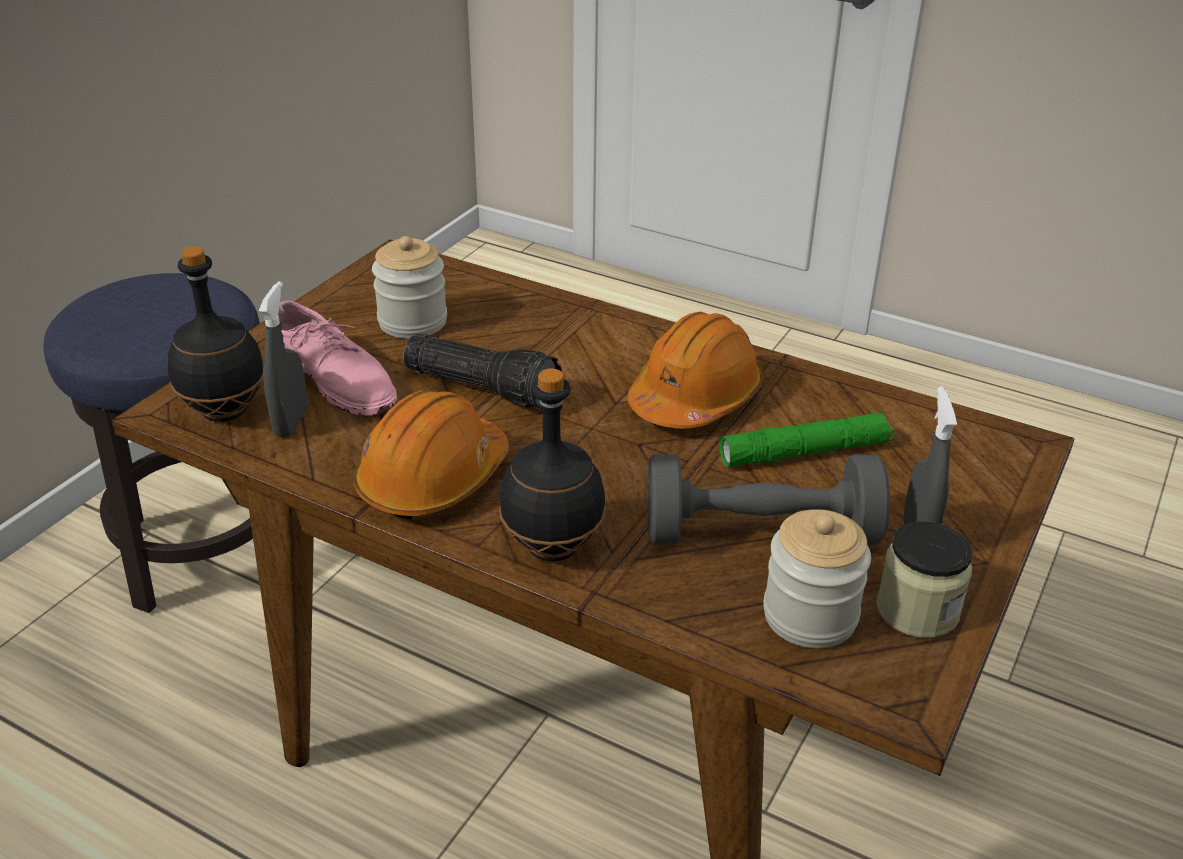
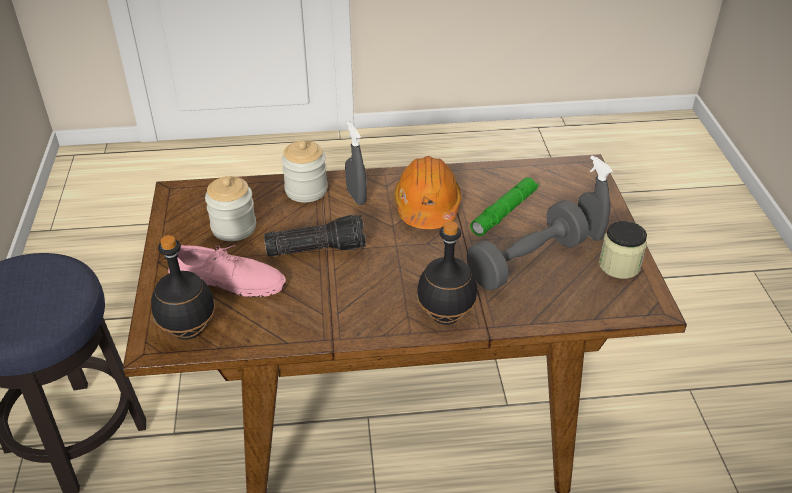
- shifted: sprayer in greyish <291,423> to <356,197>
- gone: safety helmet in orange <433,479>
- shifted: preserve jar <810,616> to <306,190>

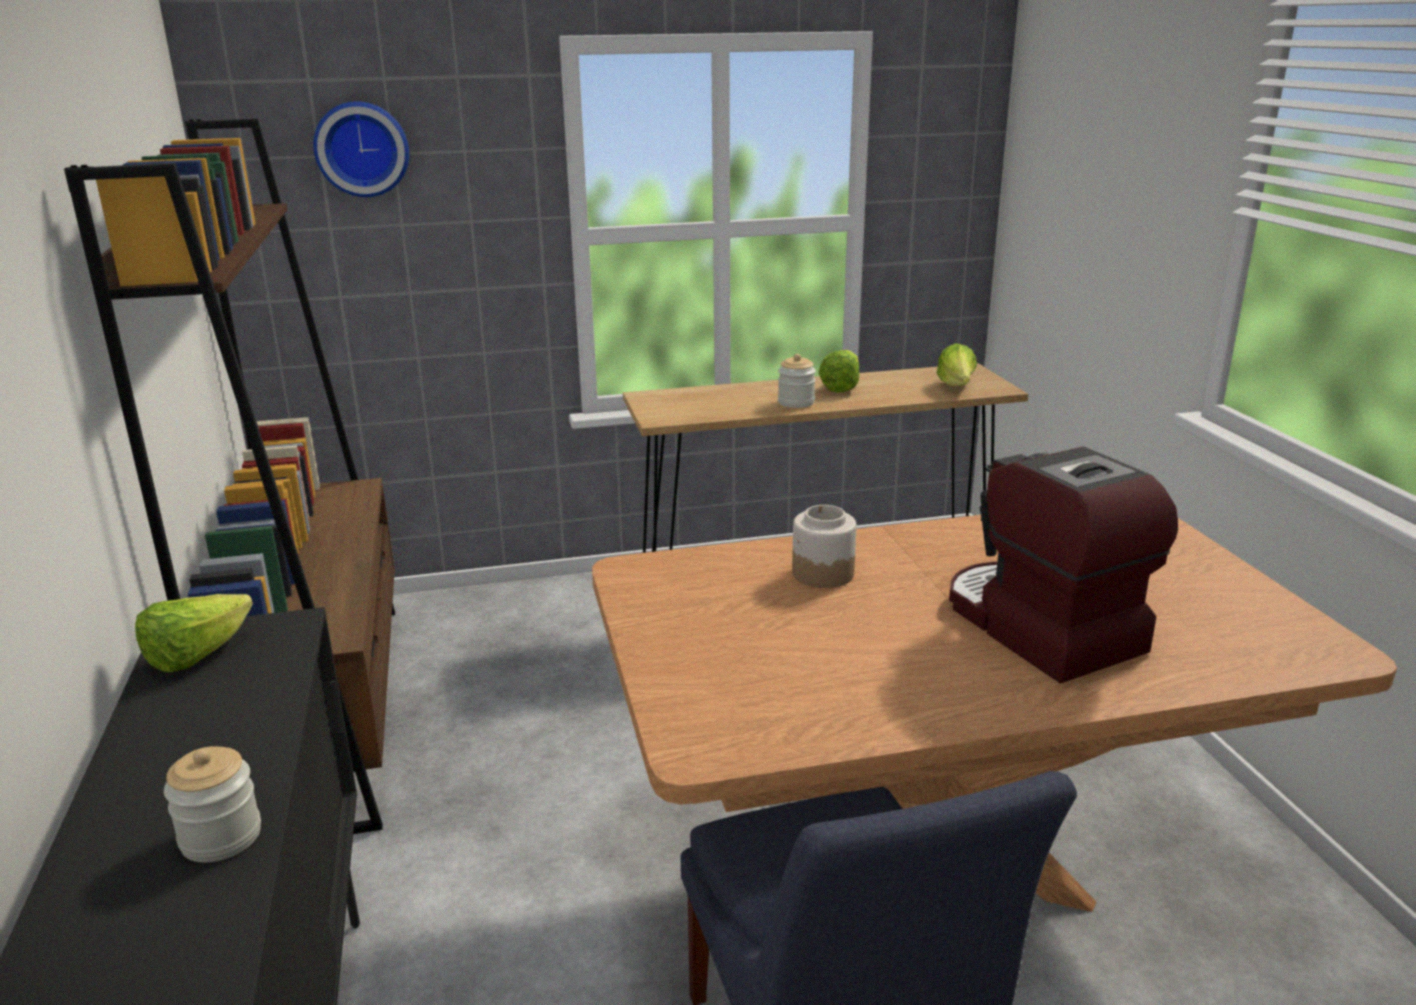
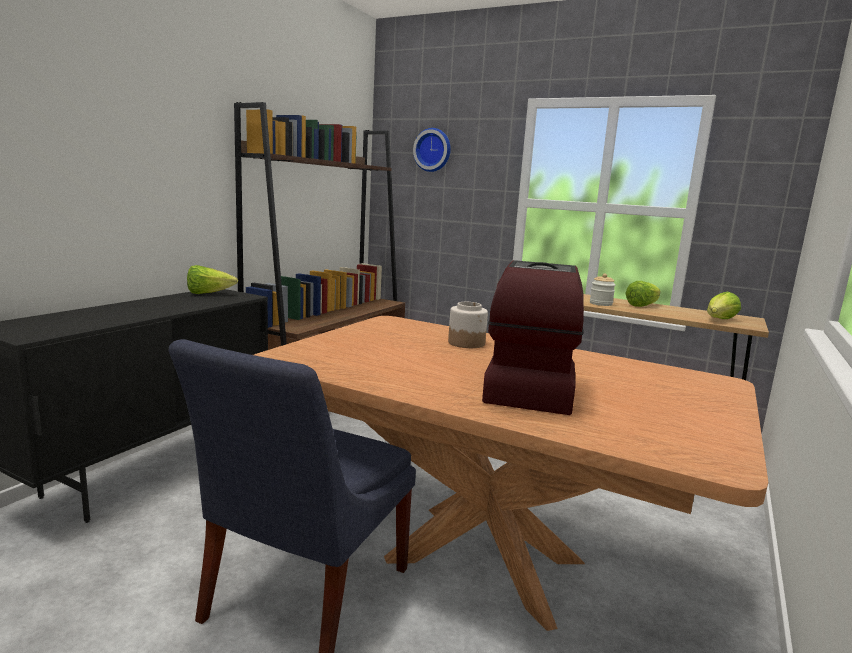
- gone: preserve jar <221,837>

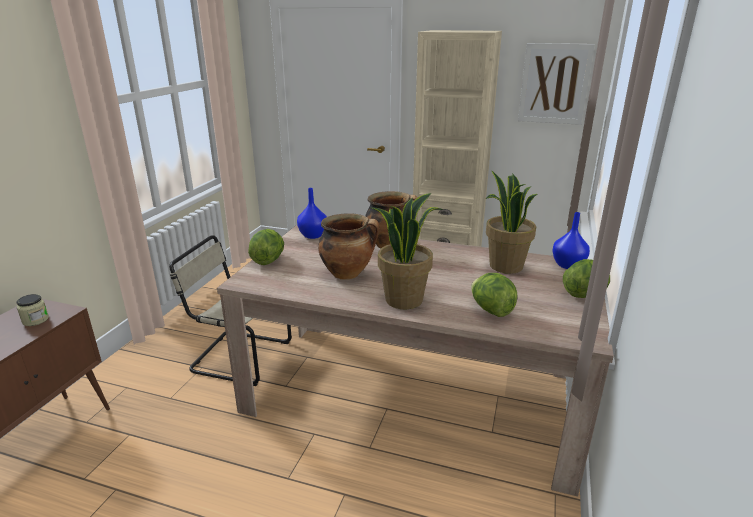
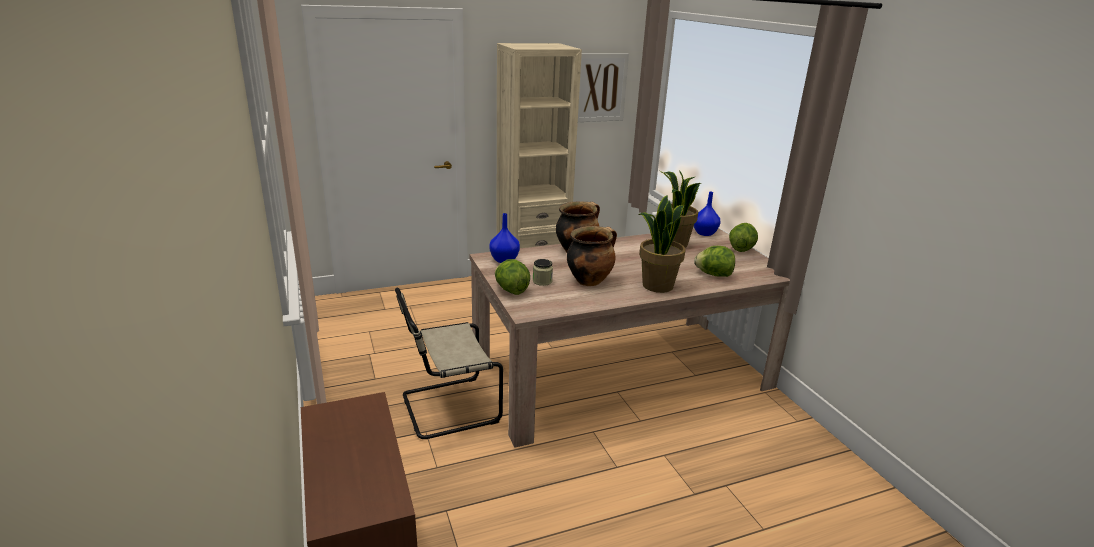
- shifted: preserve jar <35,320> to <542,281>

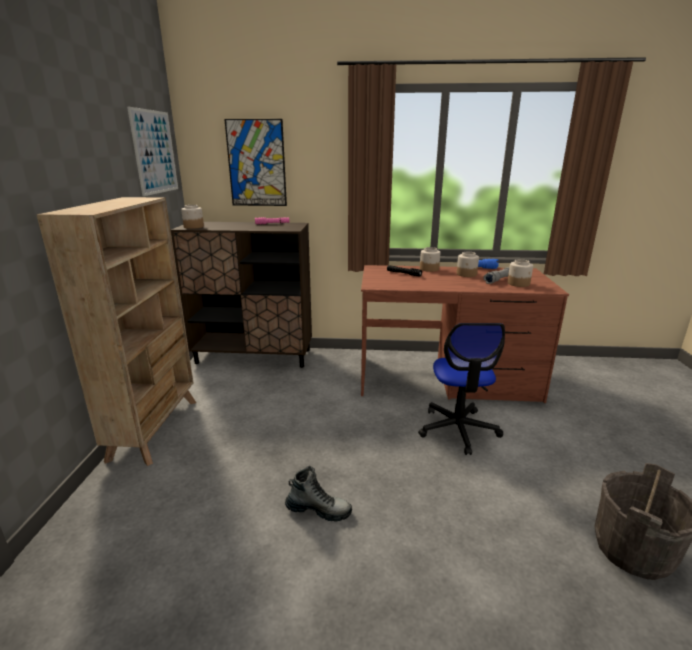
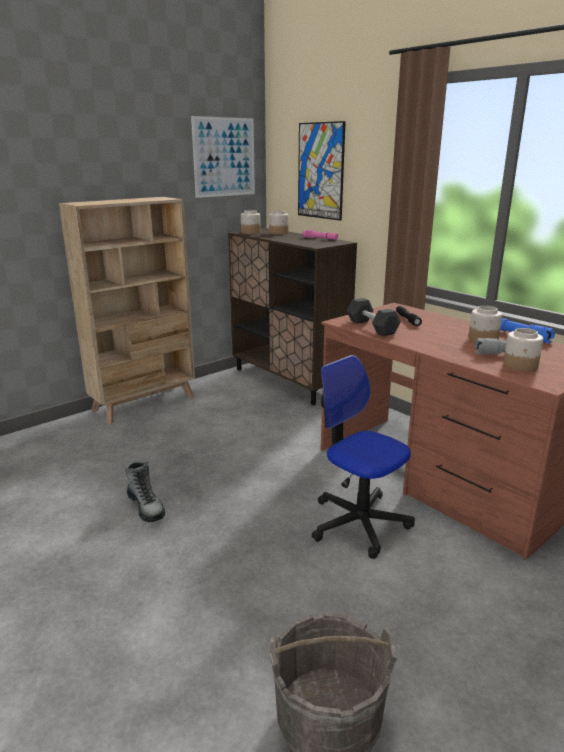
- shifted: preserve jar <429,269> to <279,233>
- rotated: computer chair <458,429> = <359,523> 90 degrees clockwise
- new: dumbbell in greyish <372,327>

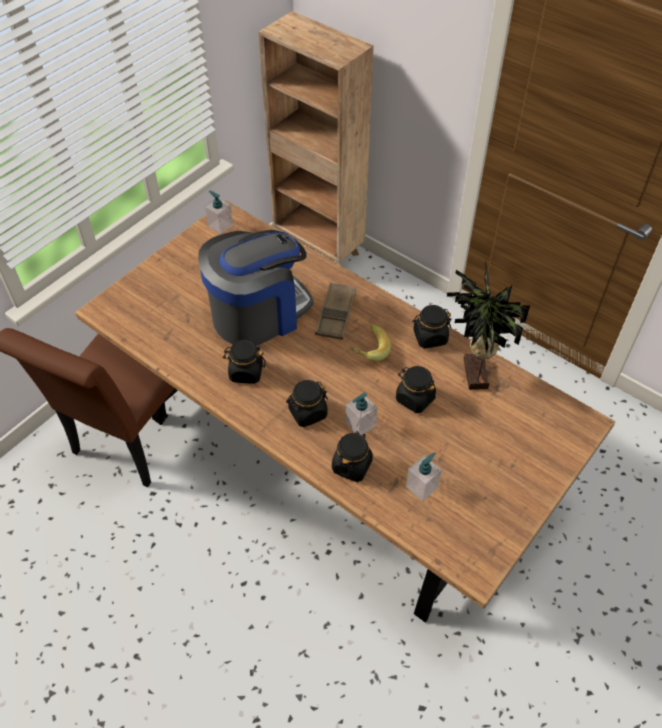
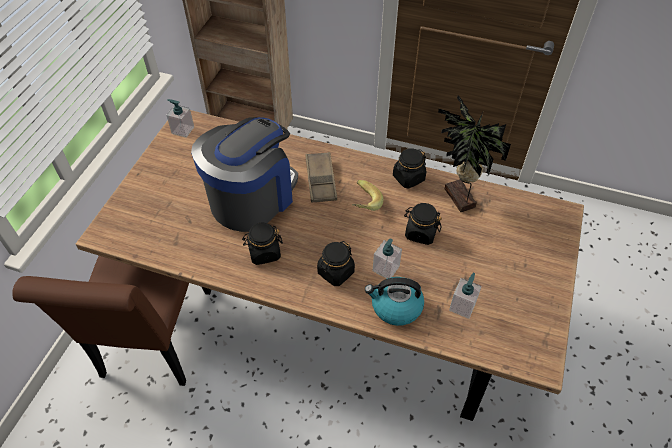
- swapped: preserve jar in black-coloured <352,465> to kettle <395,307>

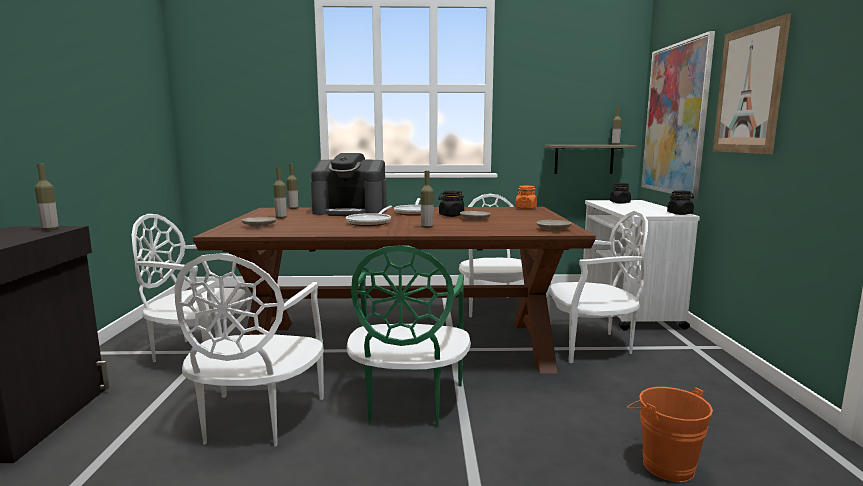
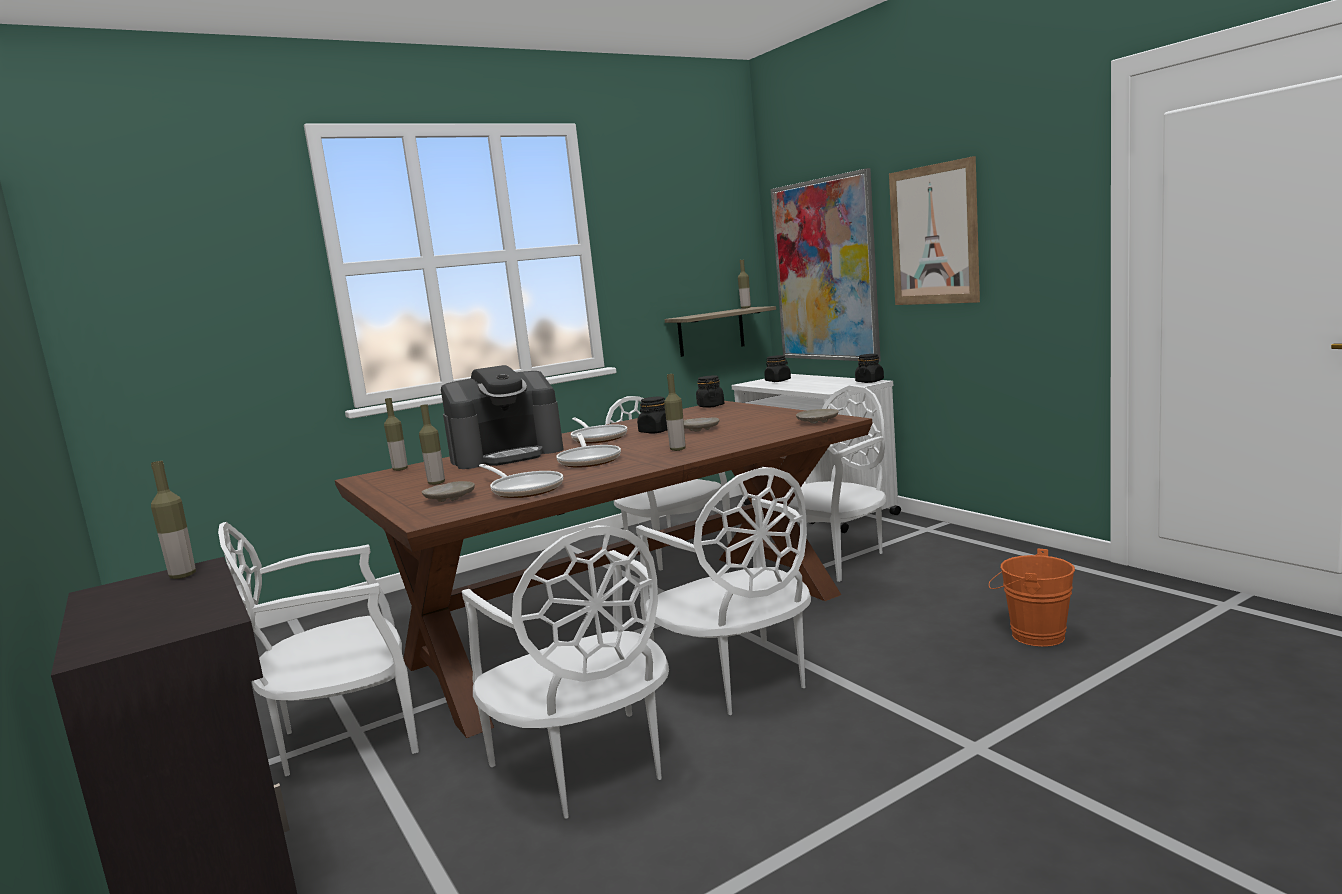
- repainted: preserve jar in orange <526,208> to preserve jar in black-coloured <710,406>
- repainted: plain chair in greenish <408,403> to plain chair in white <738,679>
- new: pan <524,489>

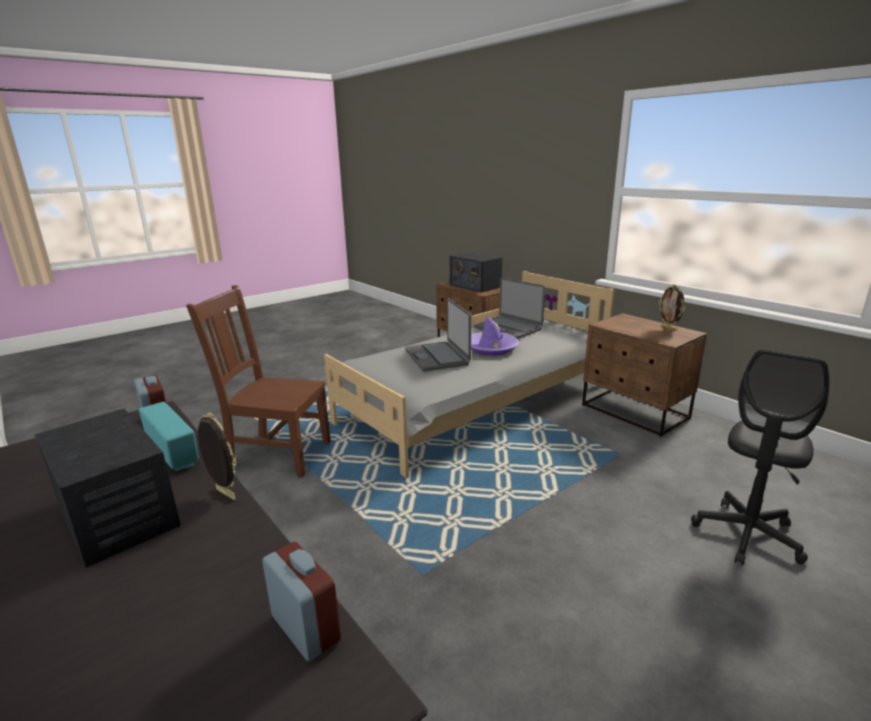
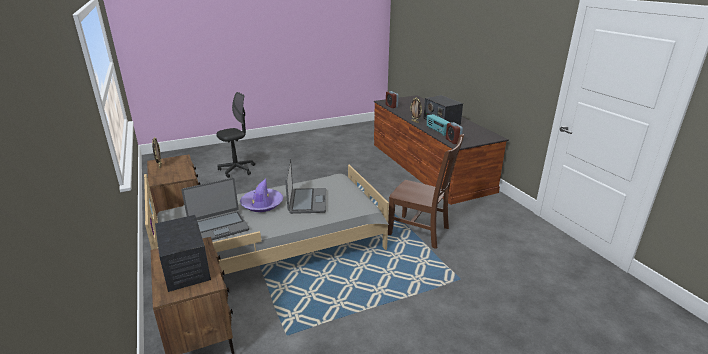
- rotated: notebook computer <508,328> = <218,227> 90 degrees clockwise

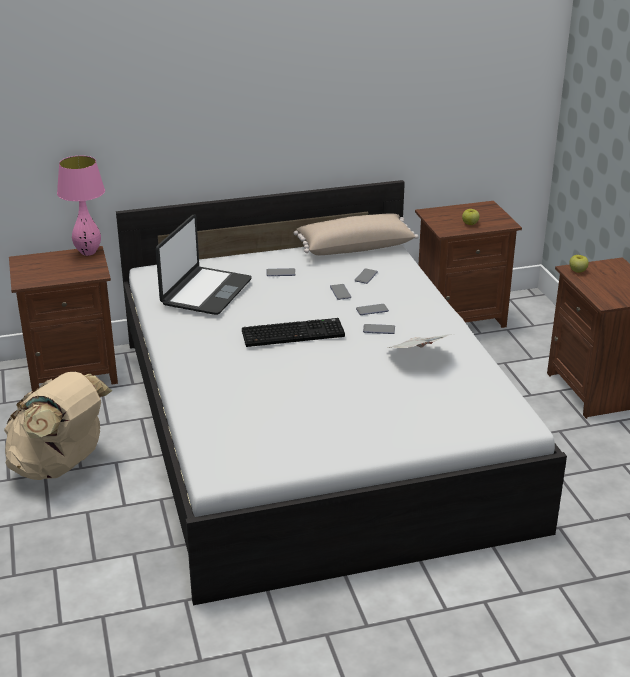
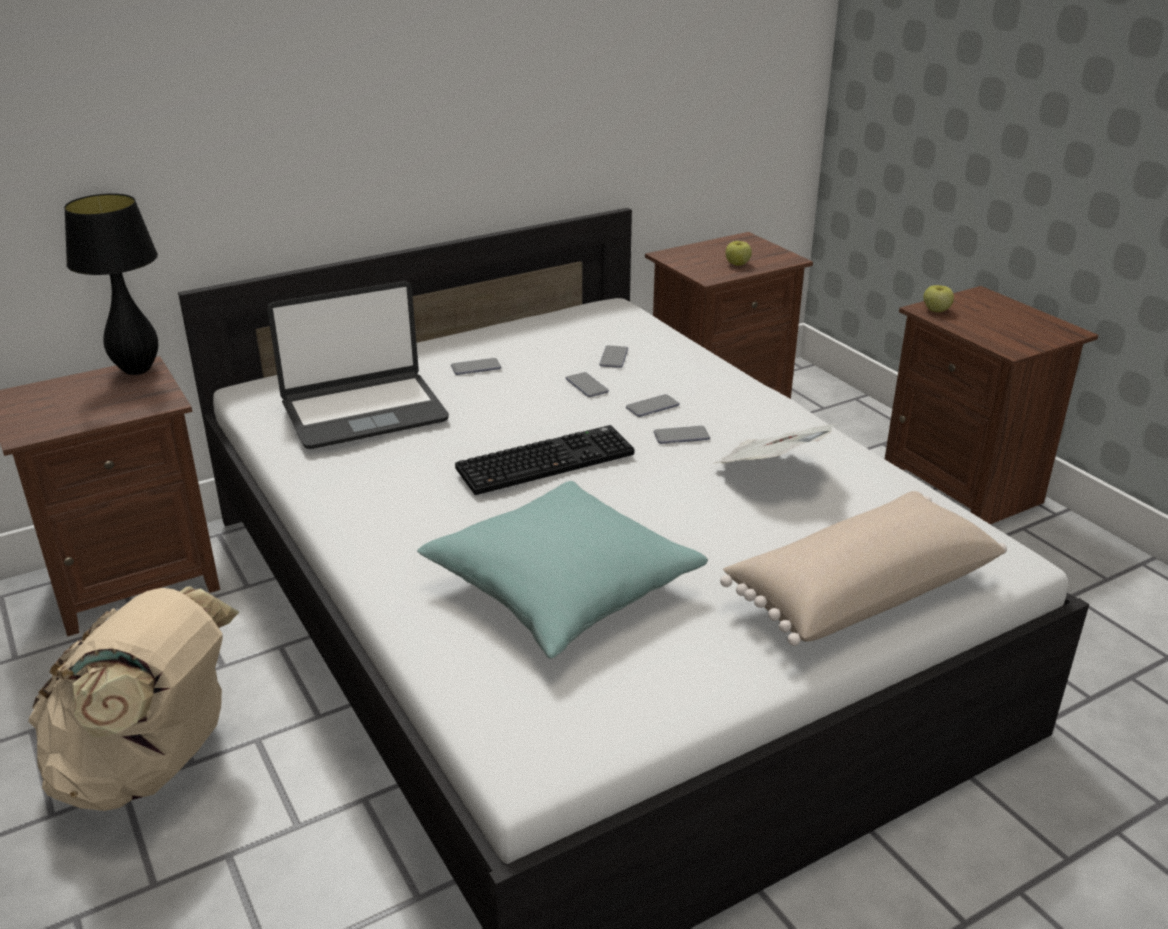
- repainted: tabletop lamp in pinkish <88,253> to tabletop lamp in black-coloured <137,370>
- shifted: pillow in sand-coloured <355,247> to <859,590>
- rotated: notebook computer <205,292> = <364,412> 60 degrees clockwise
- new: pillow in blue-green <562,588>

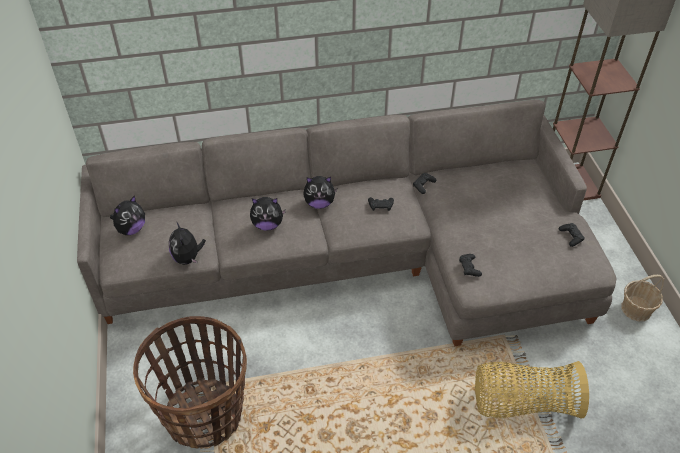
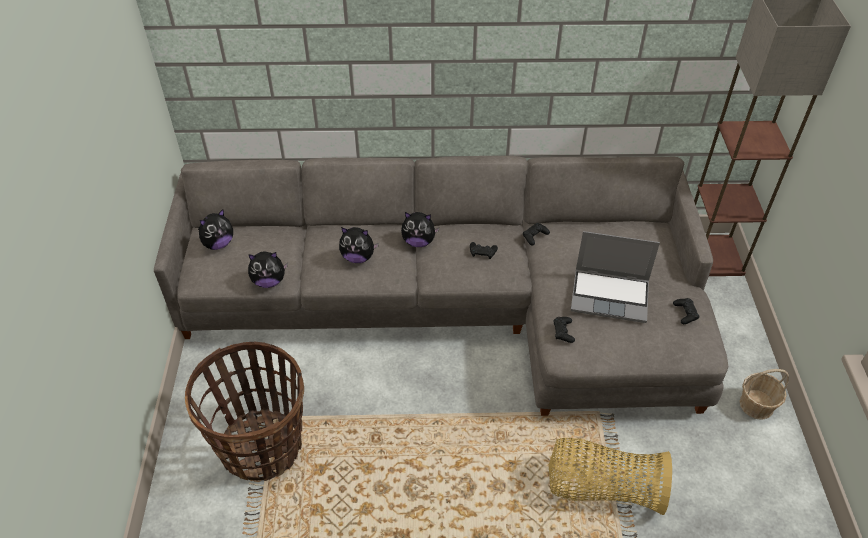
- rotated: plush toy <188,258> = <269,281> 90 degrees counterclockwise
- new: notebook computer <611,296>

